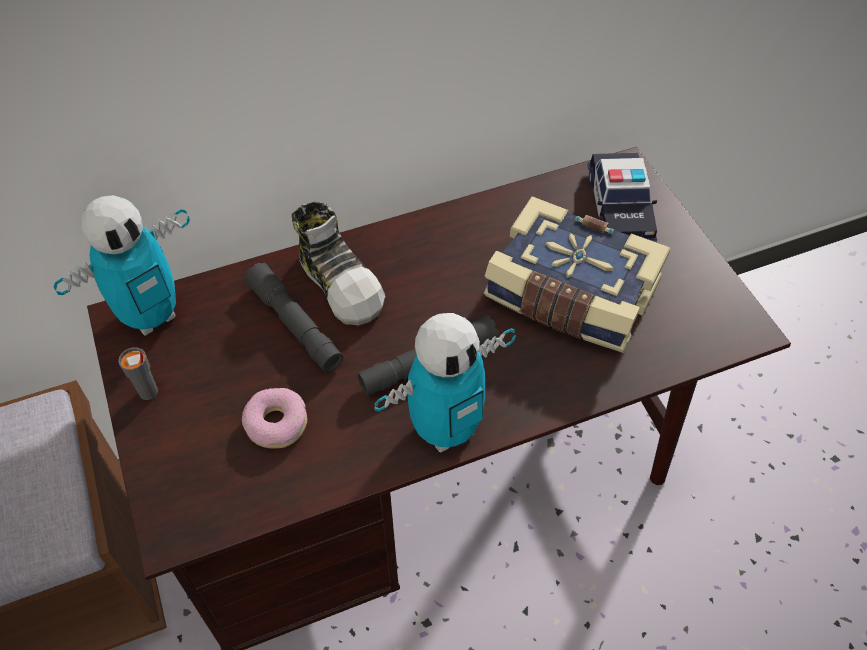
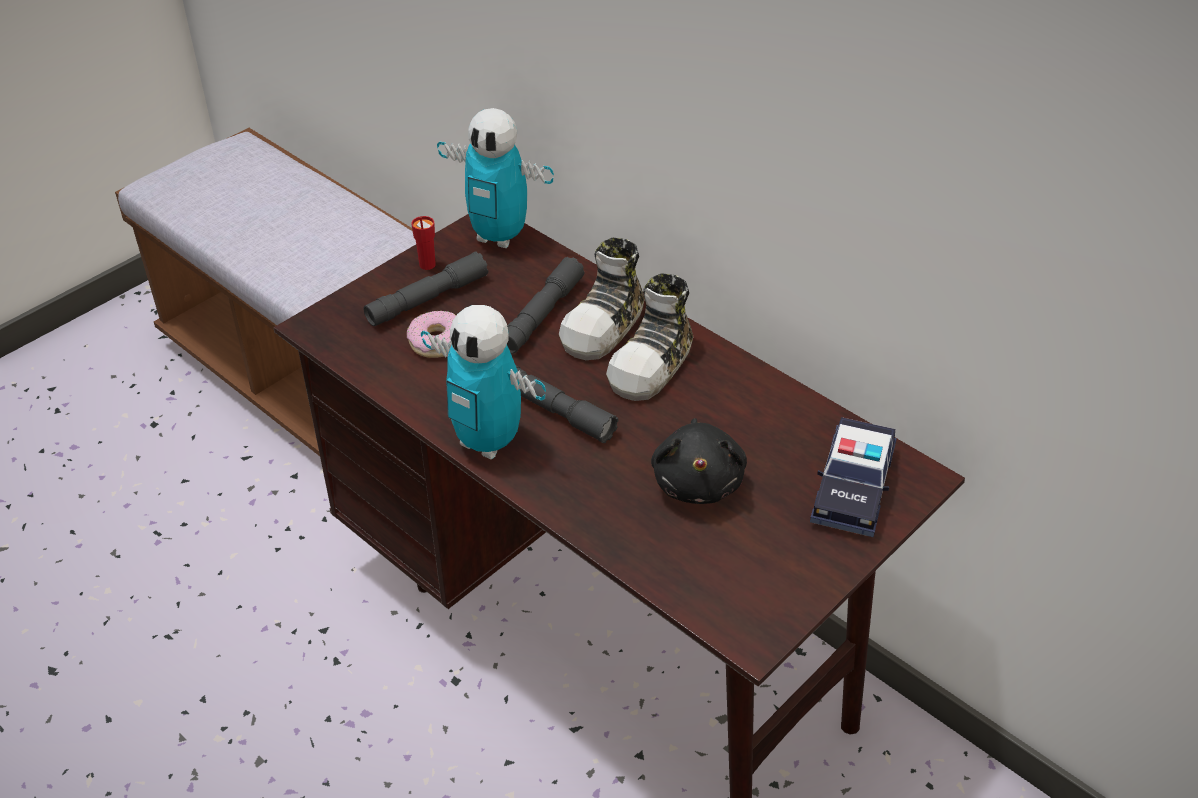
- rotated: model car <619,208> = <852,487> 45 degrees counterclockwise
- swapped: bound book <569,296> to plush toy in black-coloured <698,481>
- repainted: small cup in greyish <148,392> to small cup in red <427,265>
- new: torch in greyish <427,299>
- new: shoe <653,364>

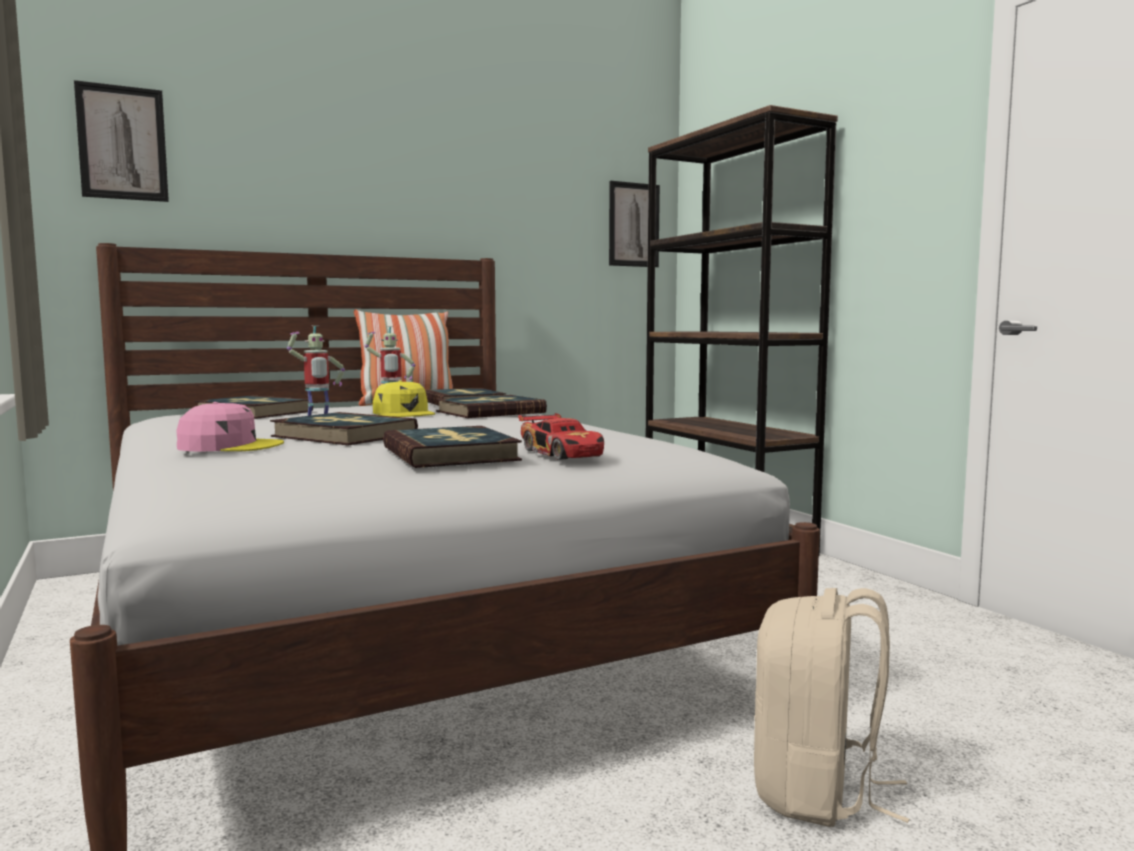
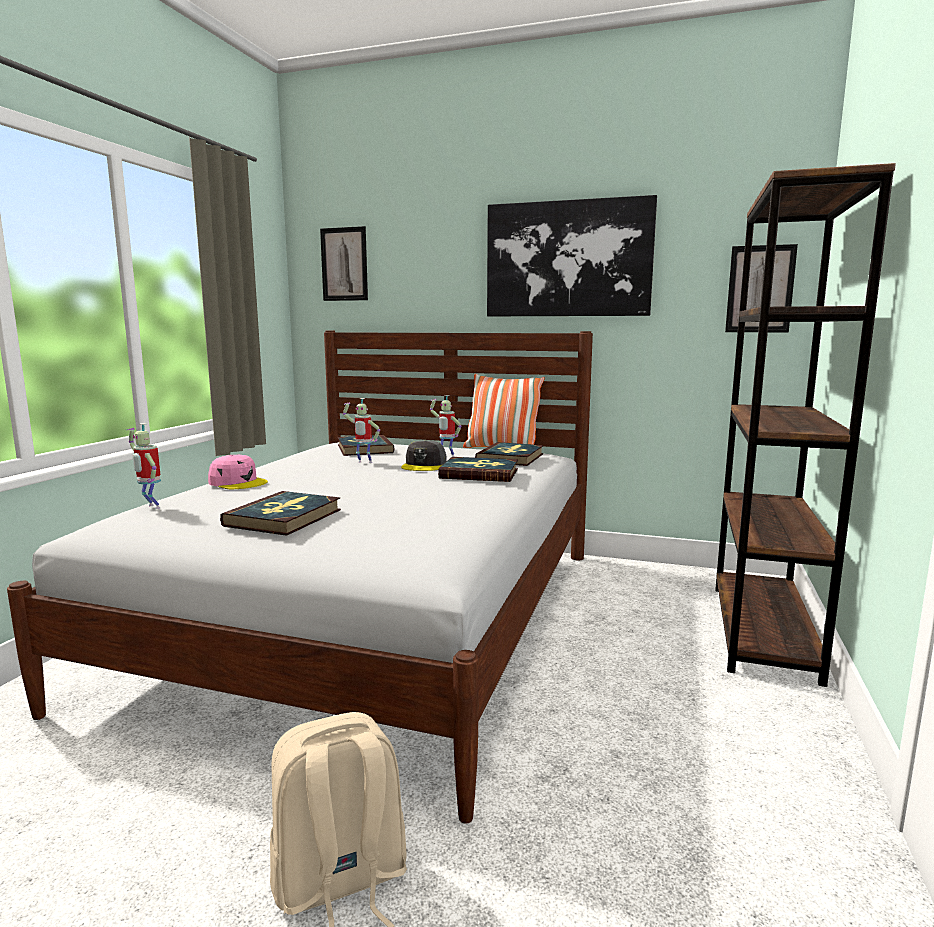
- repainted: peaked cap in yellowish <404,413> to peaked cap in greyish <424,465>
- gone: bound book <344,435>
- gone: model car <563,453>
- new: picture <568,259>
- new: model robot <151,507>

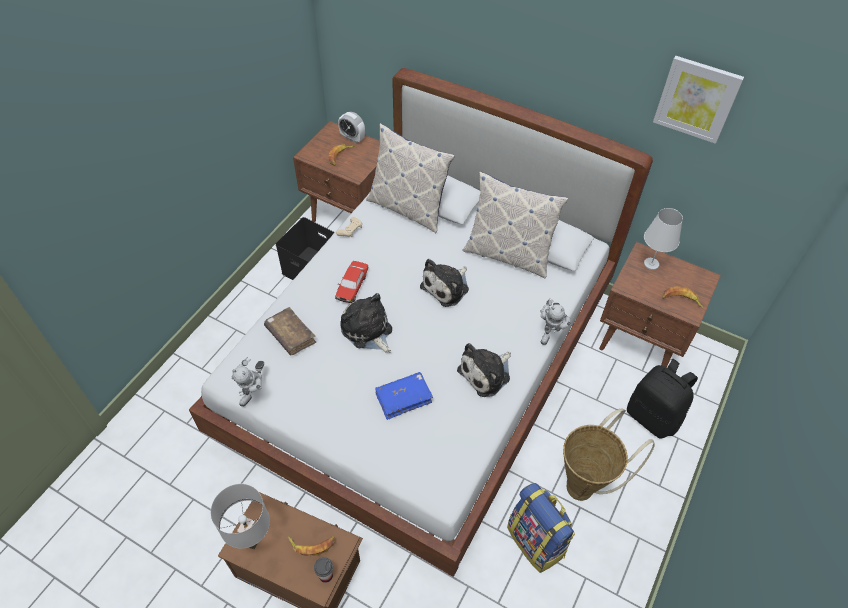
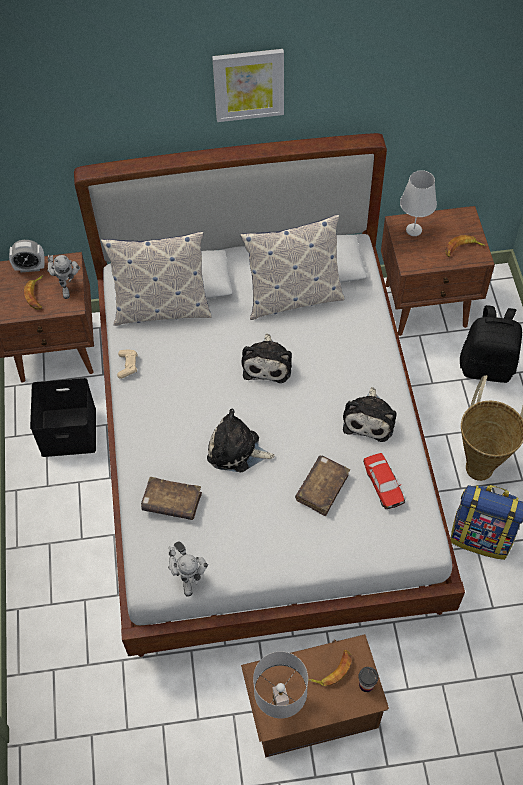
- shifted: picture <696,99> to <248,84>
- shifted: model car <352,286> to <383,484>
- shifted: model robot <550,333> to <67,285>
- repainted: bound book in blue <403,398> to bound book in brownish <322,488>

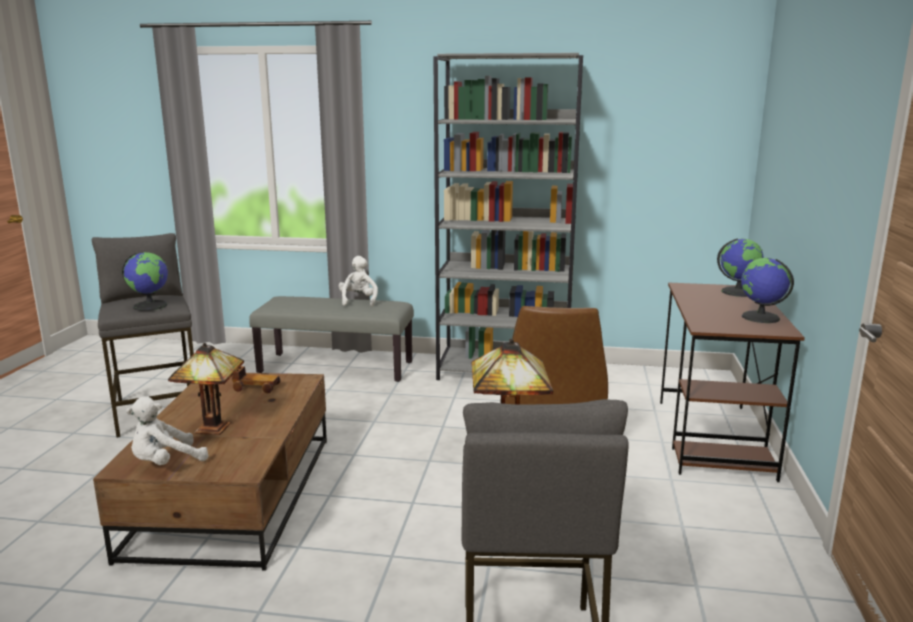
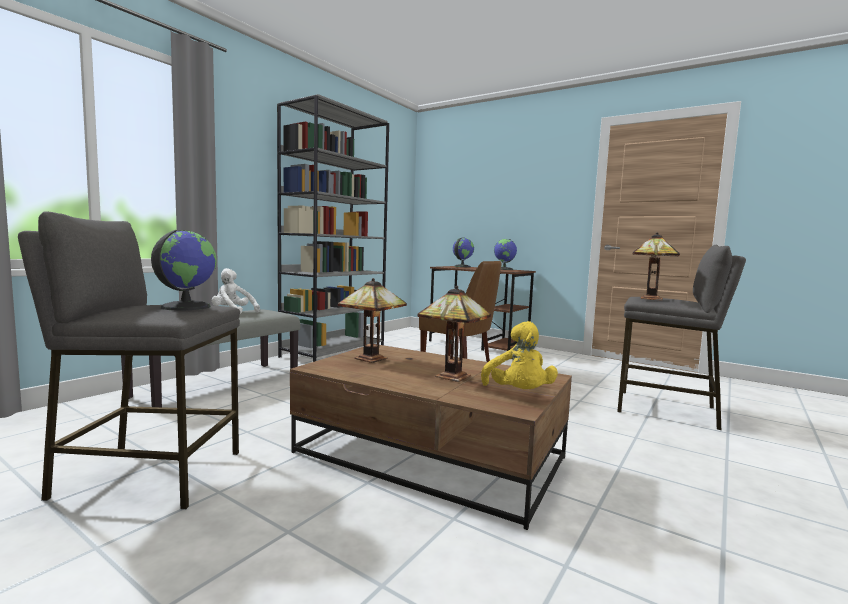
- swapped: model car <256,388> to tabletop lamp <373,359>
- repainted: plush toy in white <166,463> to plush toy in yellowish <518,394>

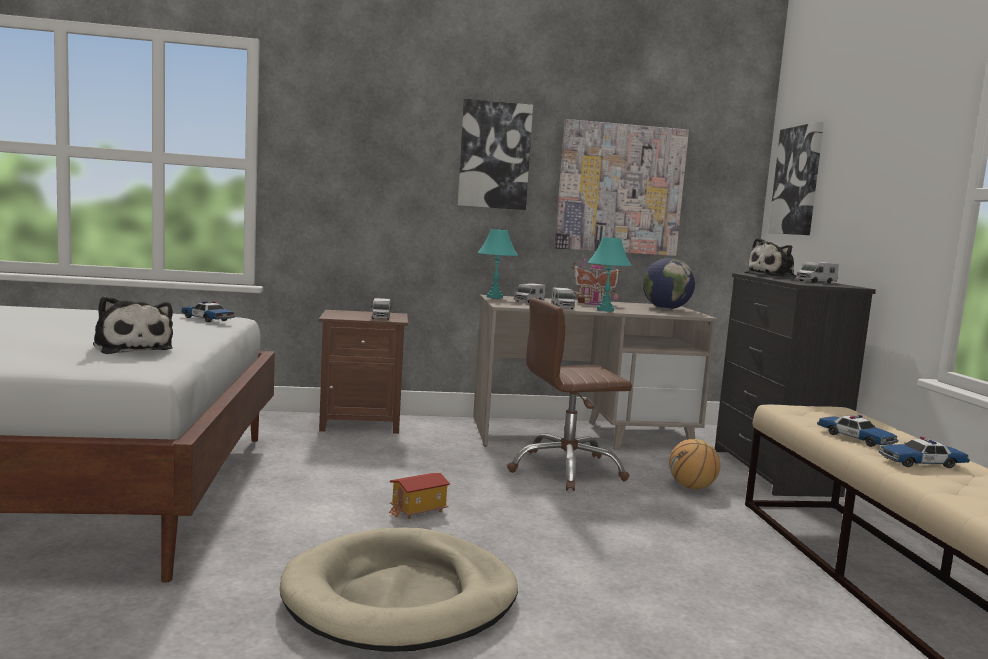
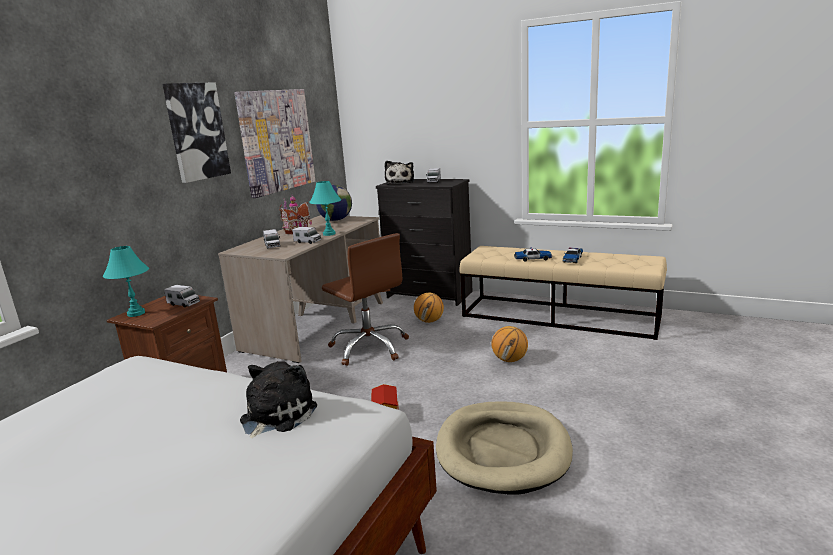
- gone: picture <797,180>
- shifted: tabletop lamp in blue-green <494,297> to <136,313>
- rotated: plush toy <132,349> = <275,417> 60 degrees counterclockwise
- rotated: computer chair in brownish <566,470> = <369,347> 60 degrees counterclockwise
- gone: model car <207,319>
- new: basketball ball <510,360>

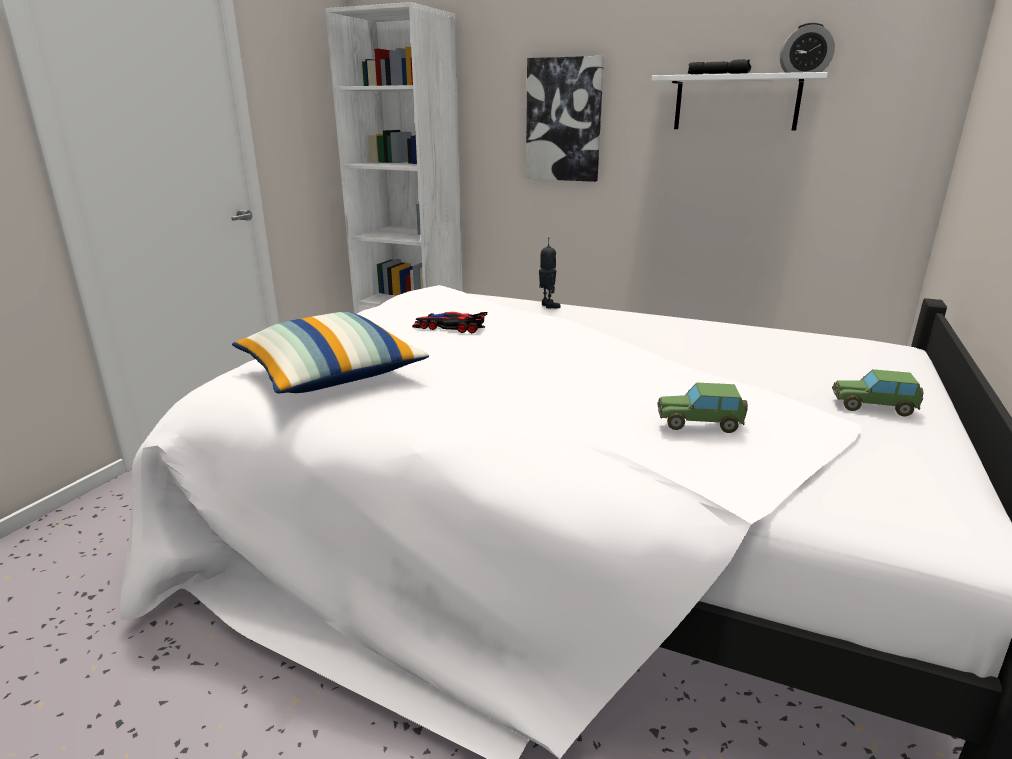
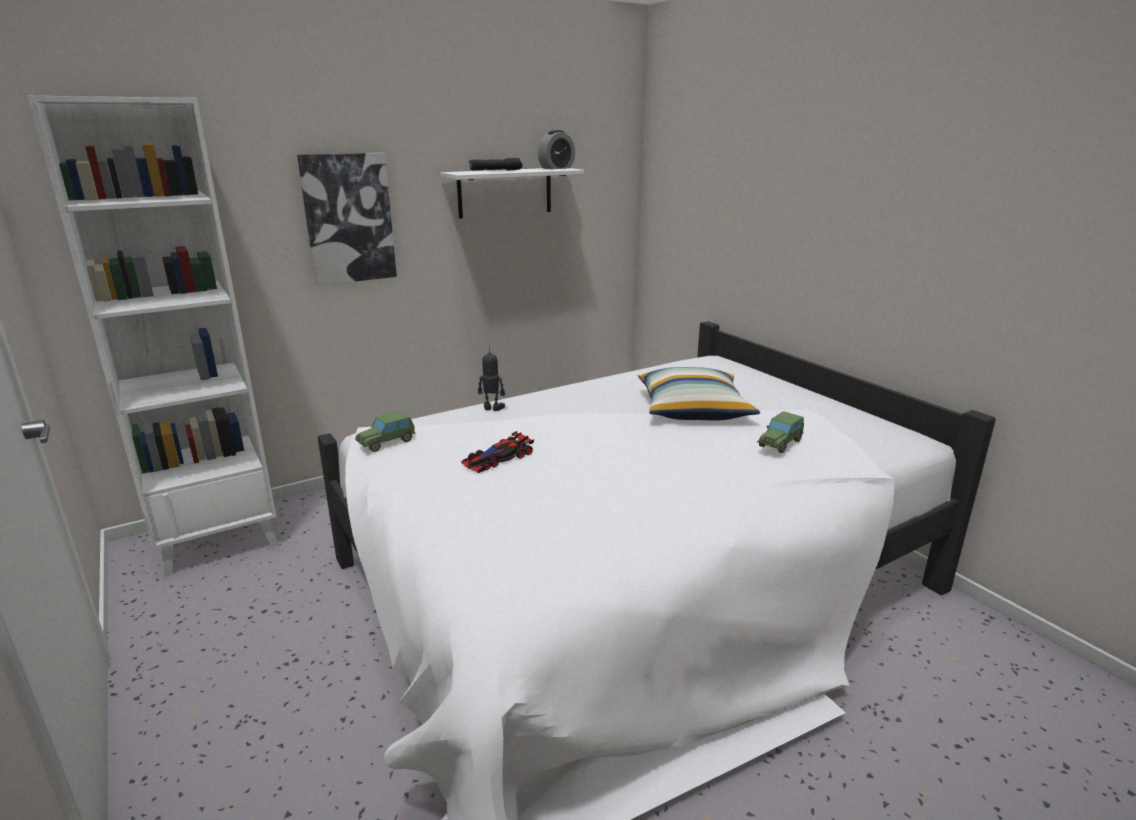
- shifted: pillow <330,375> to <693,410>
- shifted: model car <874,407> to <387,442>

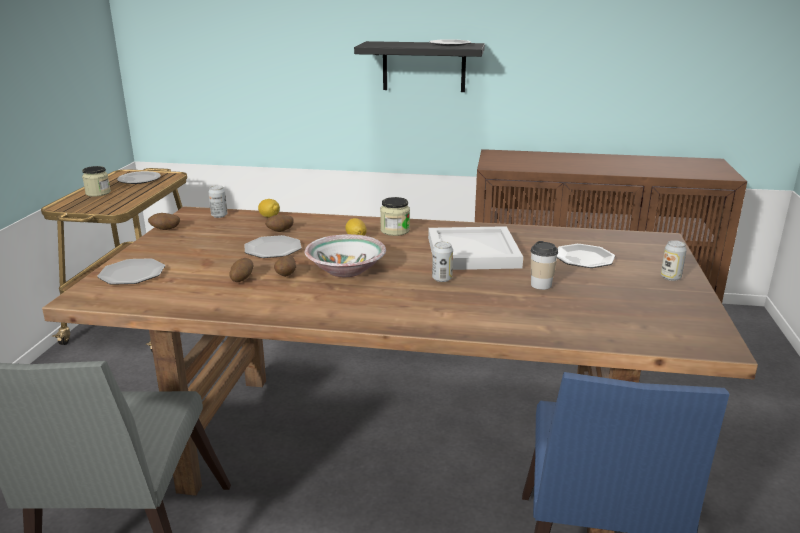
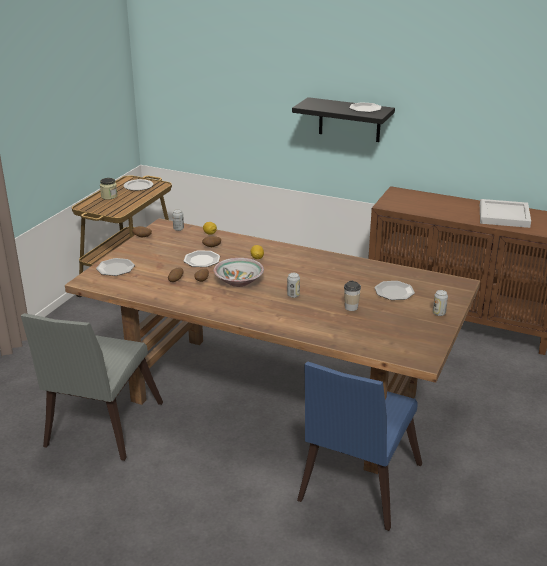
- gone: preserve jar <395,231>
- shifted: tray in white <474,252> to <504,215>

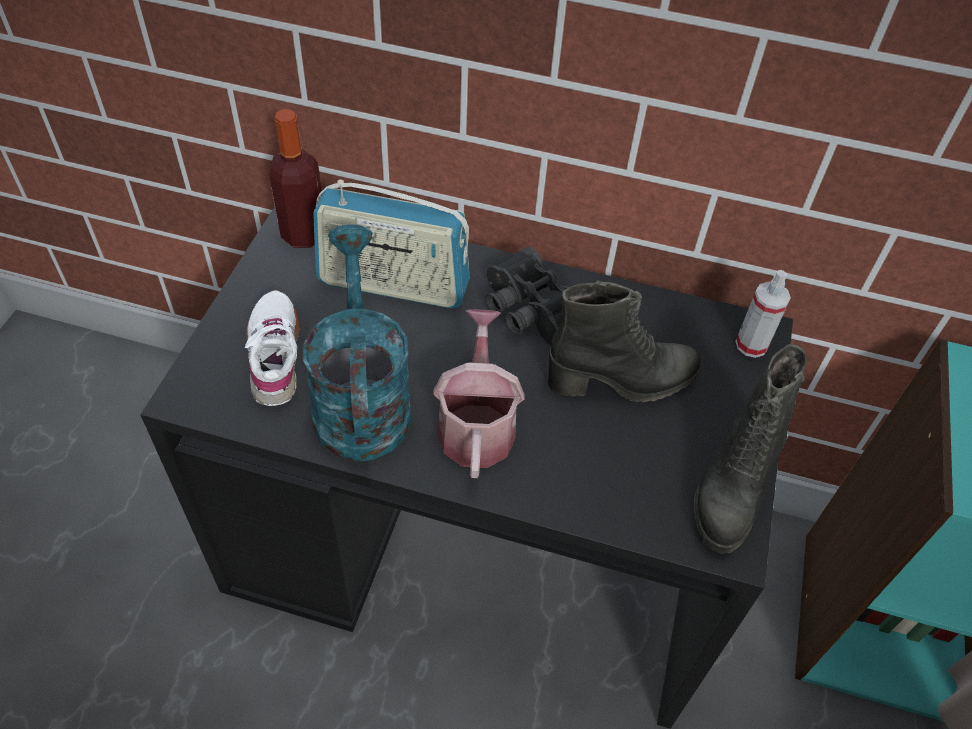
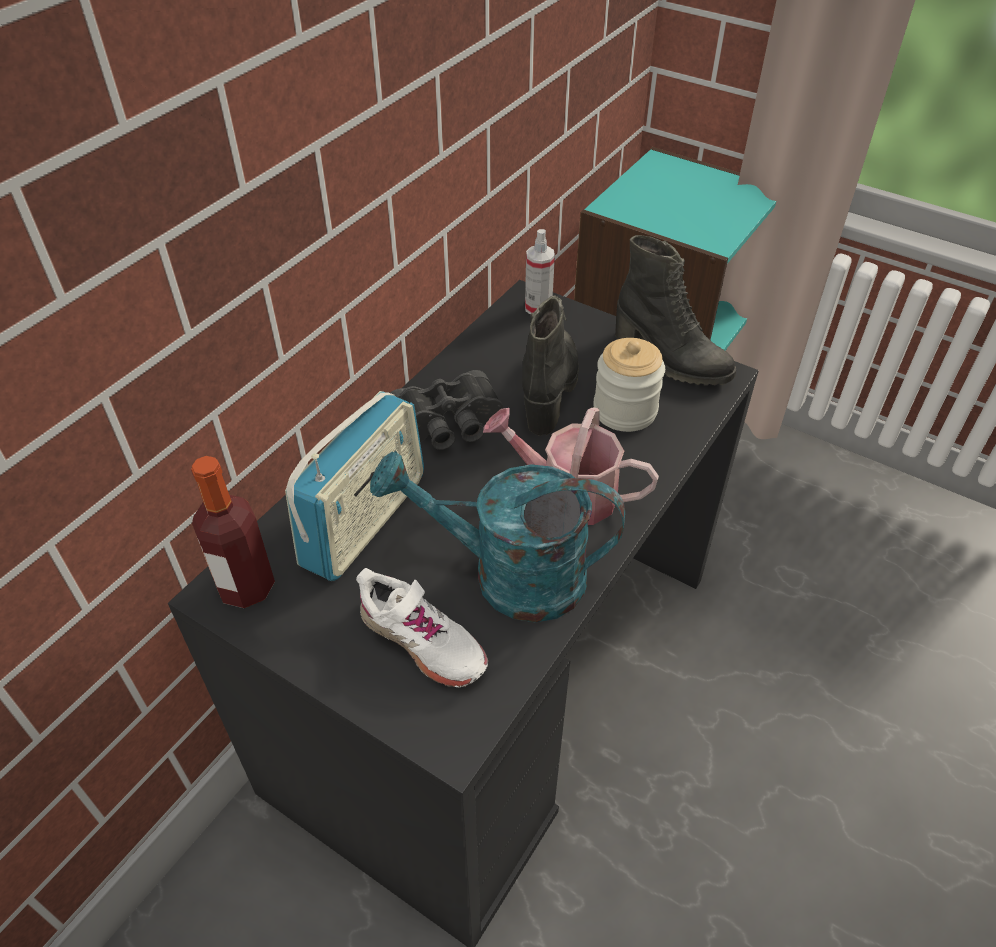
- rotated: shoe in white <275,354> = <422,641> 150 degrees counterclockwise
- new: preserve jar <625,411>

